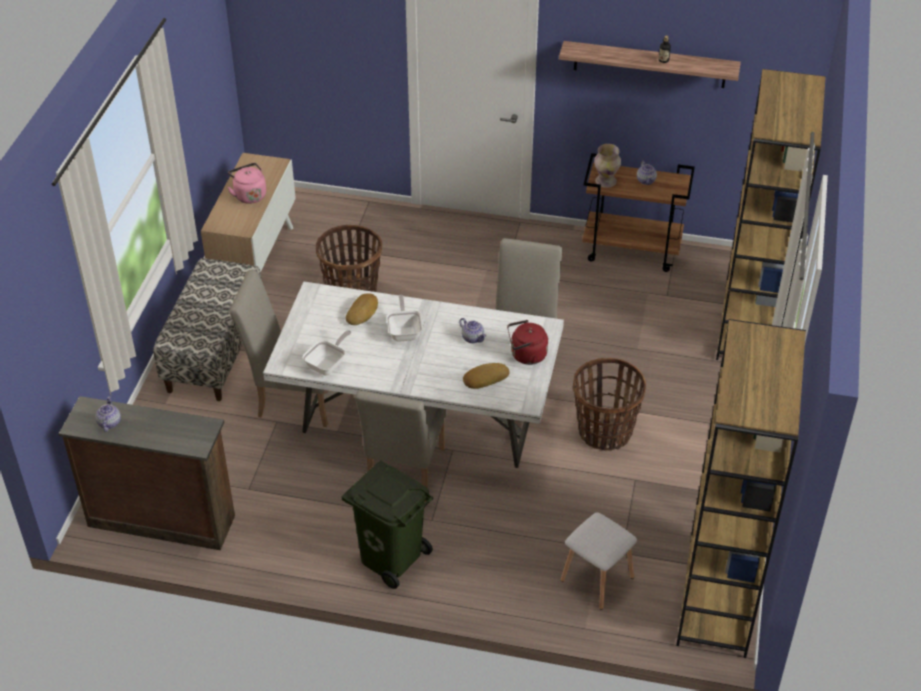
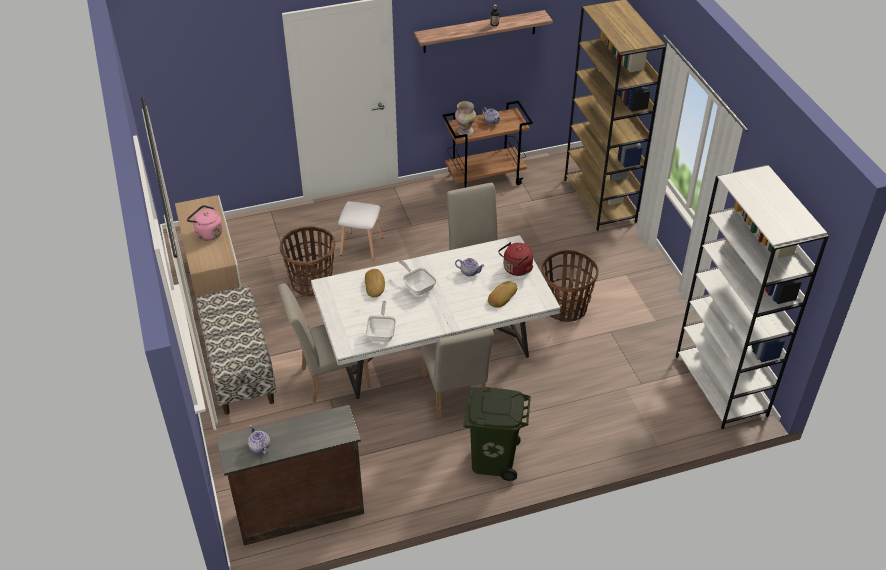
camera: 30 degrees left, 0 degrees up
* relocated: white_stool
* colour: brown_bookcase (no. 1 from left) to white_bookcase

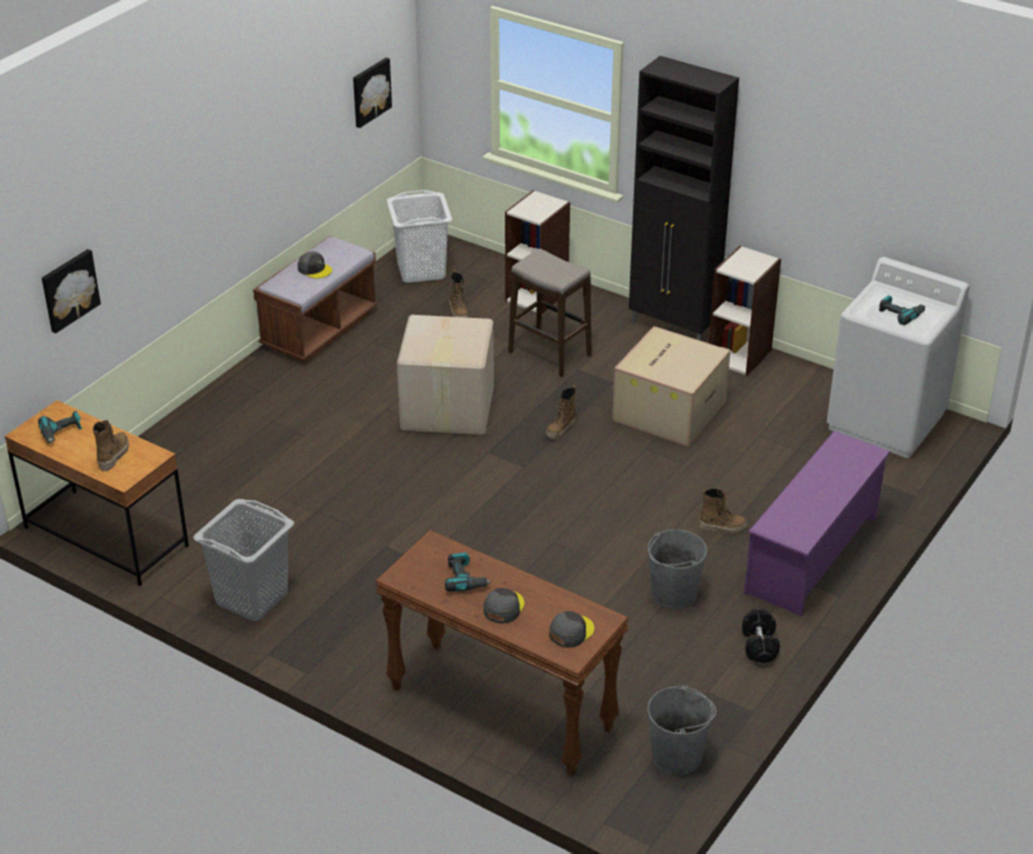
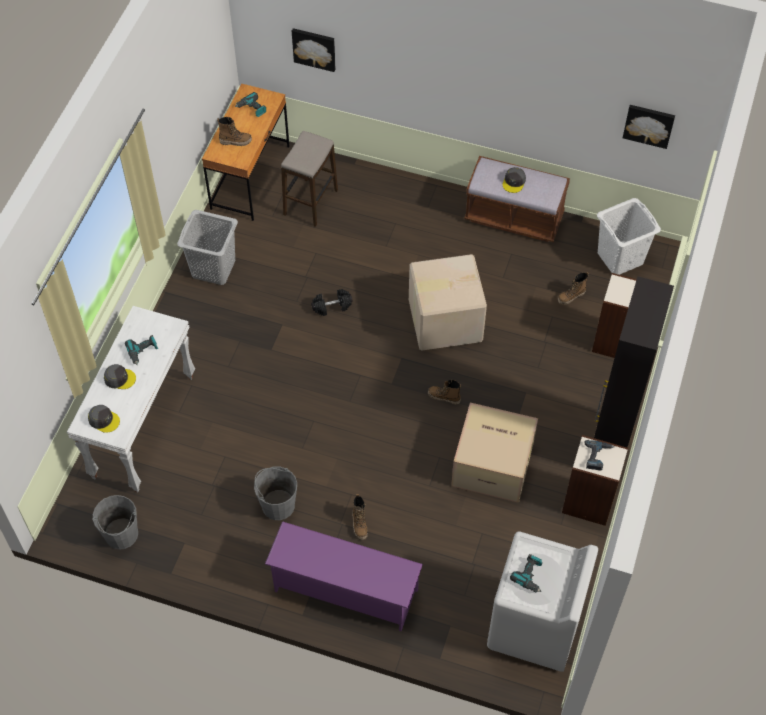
camera: 75 degrees right, 20 degrees up
* appeared: power_drill (no. 4 from left)
* relocated: stool
* relocated: black_dumbbell
* colour: brown_console_table to white_console_table

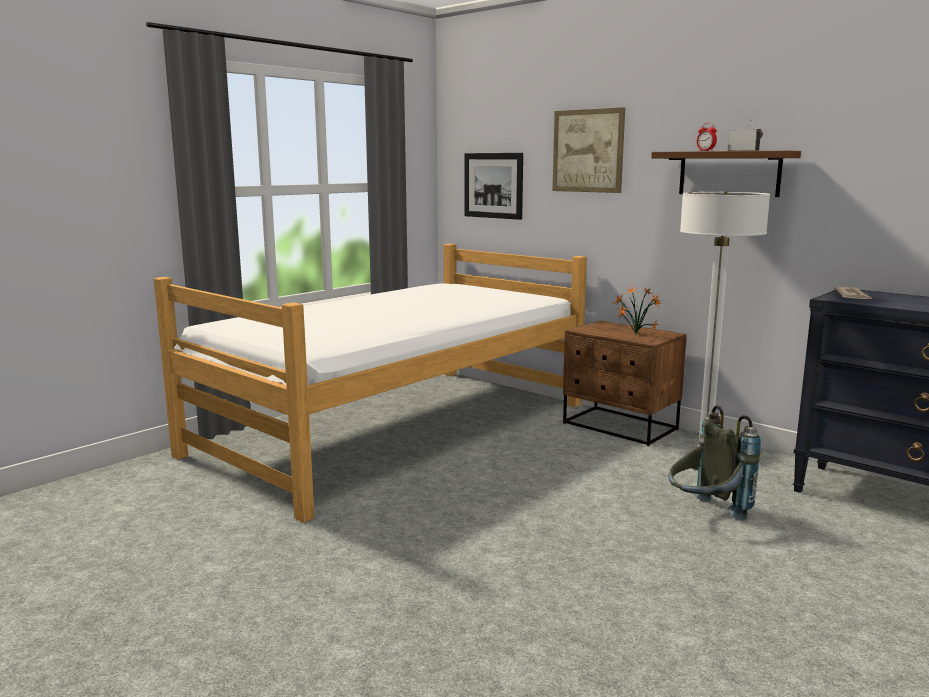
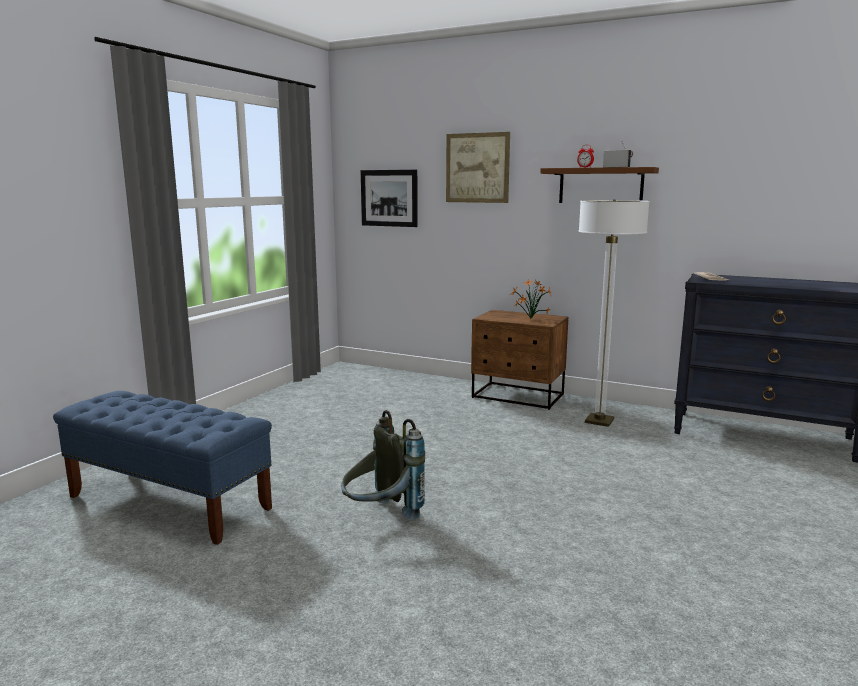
camera: 15 degrees left, 0 degrees up
* missing: bed
* appeared: blue_bench
* relocated: grey_backpack

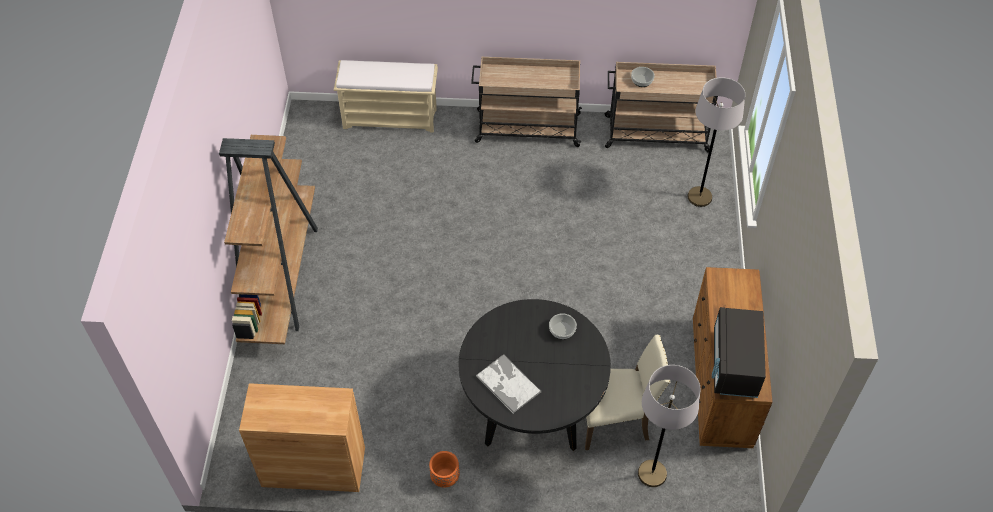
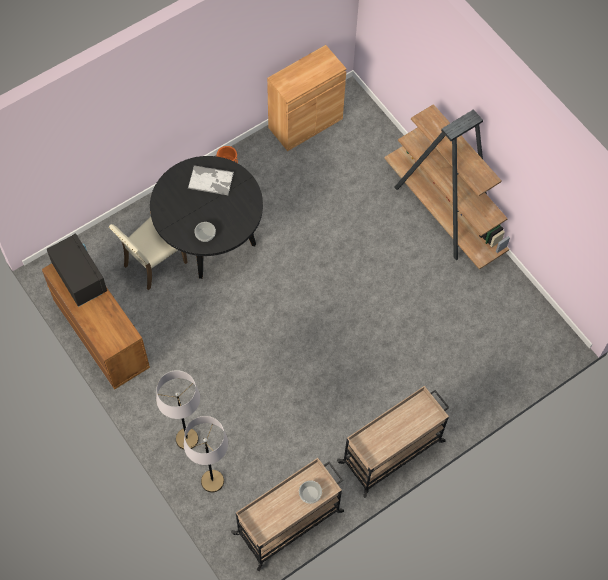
camera: 140 degrees right, 10 degrees up
* missing: beige_bench
* relocated: grey_floor_lamp (no. 1 from left)

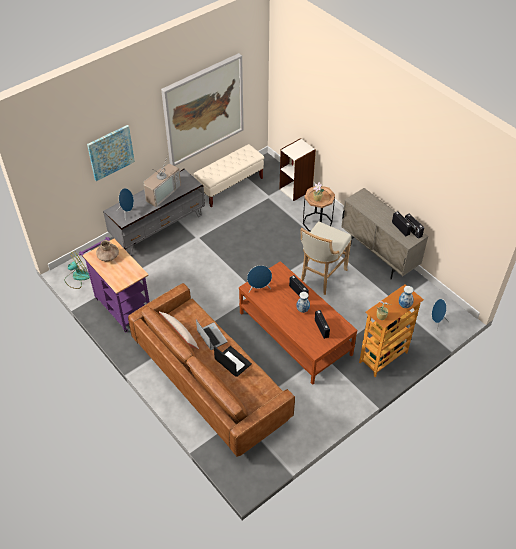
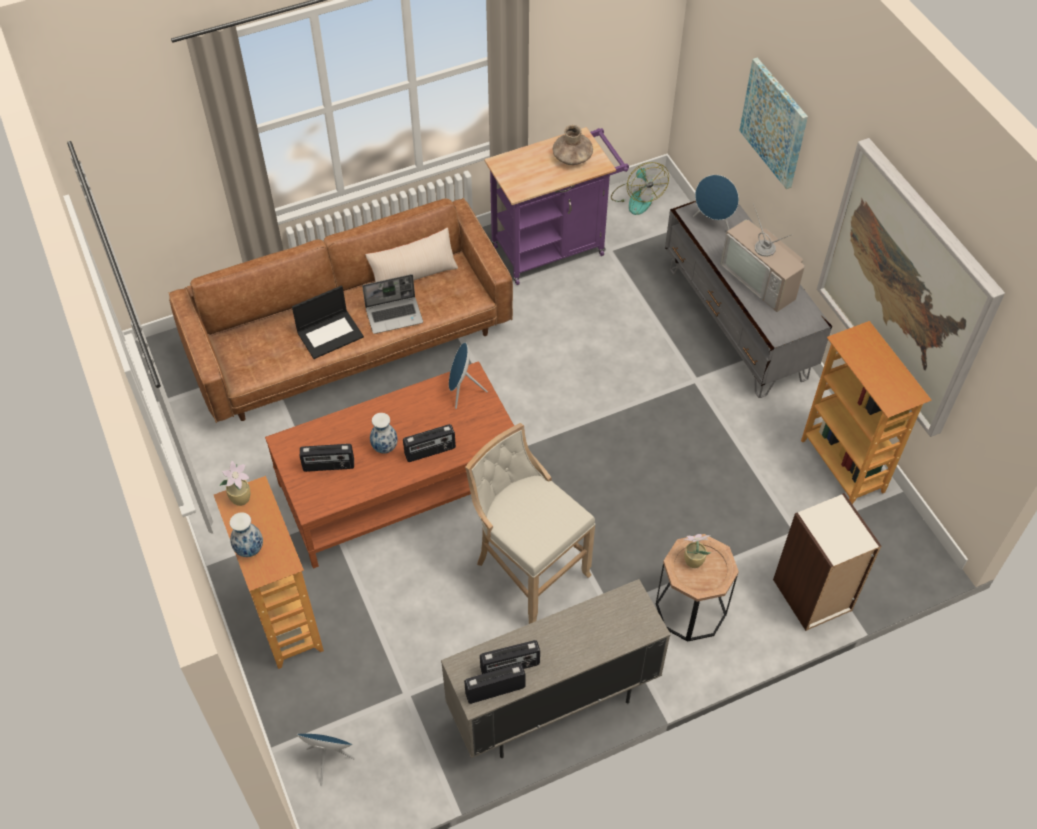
camera: 105 degrees right, 5 degrees up
* exchanged: beige_bench to bookcase (no. 3 from left)

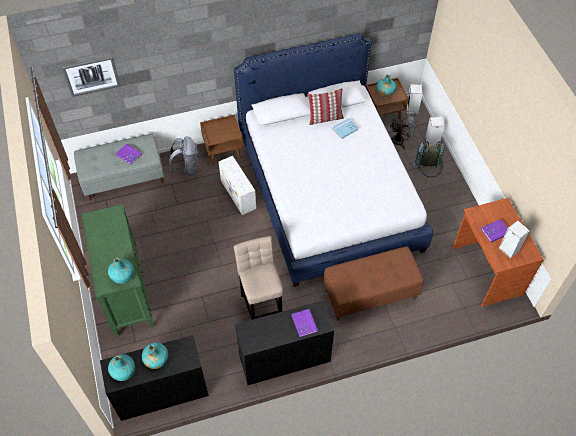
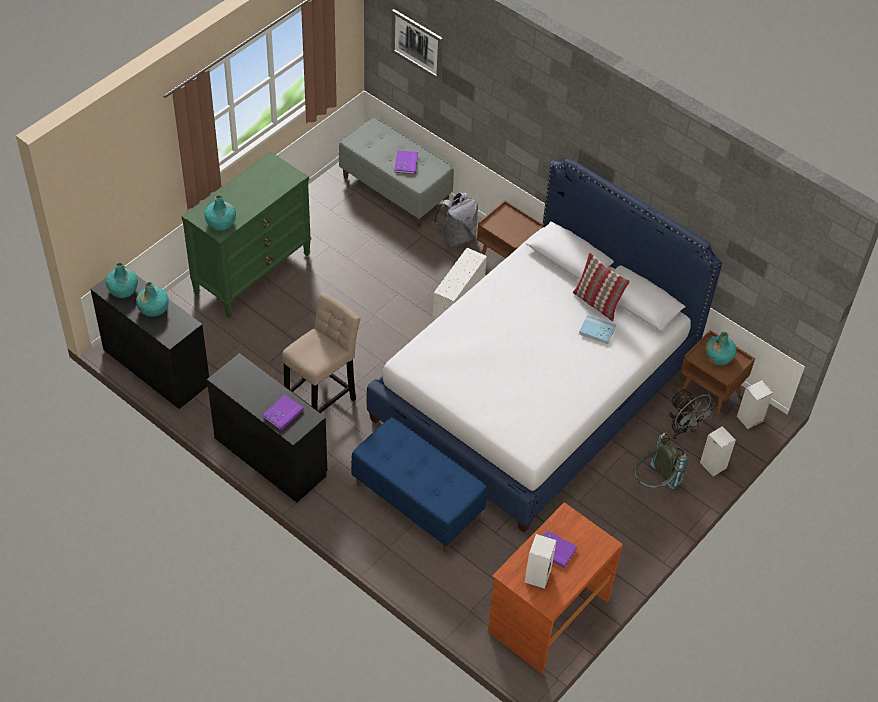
camera: 55 degrees right, 5 degrees down
* colour: brown_bench to blue_bench

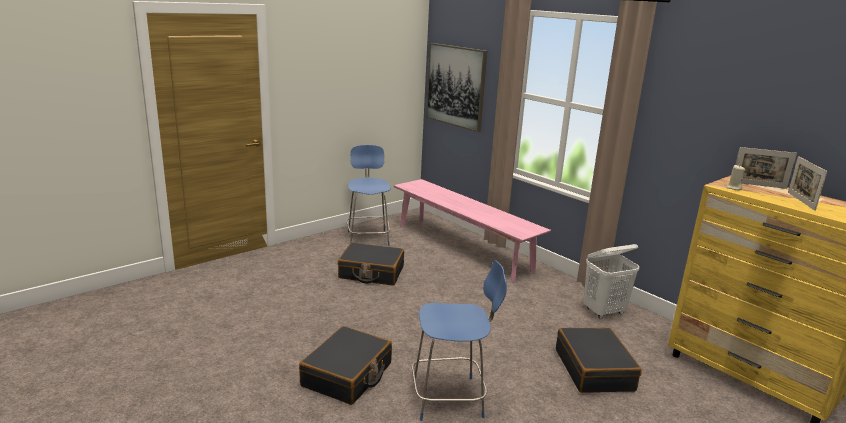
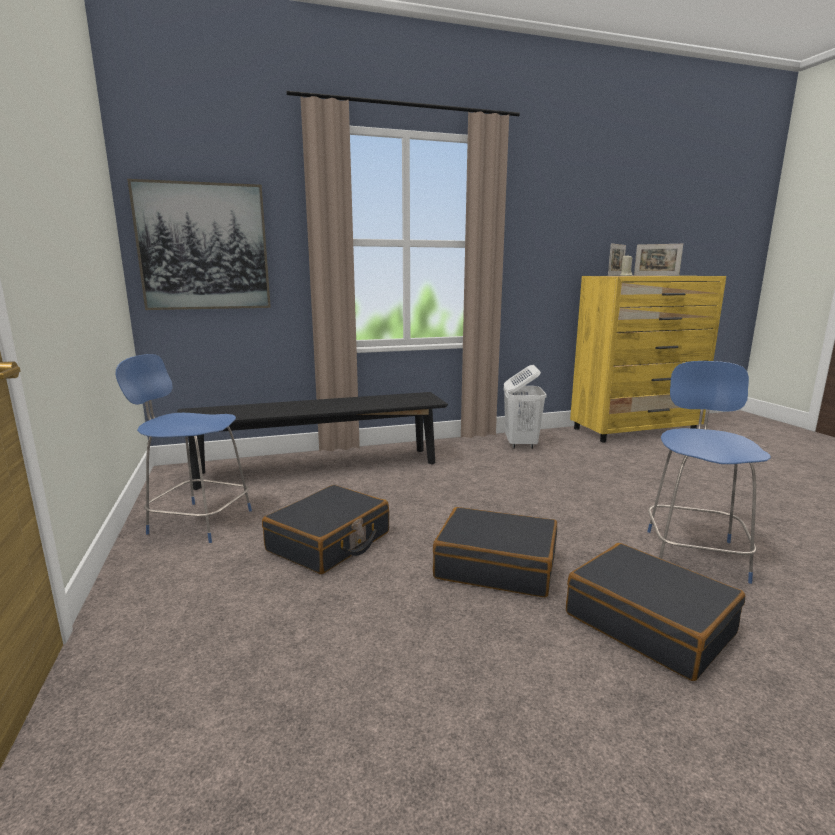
camera: 65 degrees left, 5 degrees down
* relocated: black_suitcase (no. 3 from left in the first image) to black_suitcase (no. 2 from left)
* colour: pink_bench to black_bench

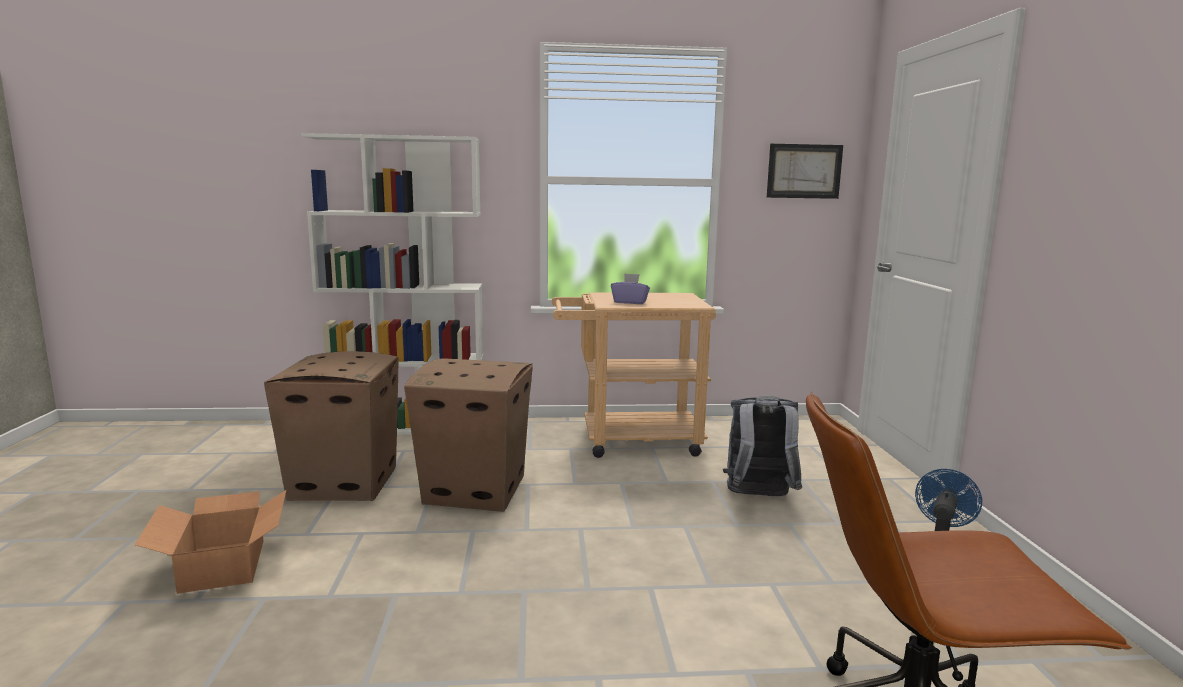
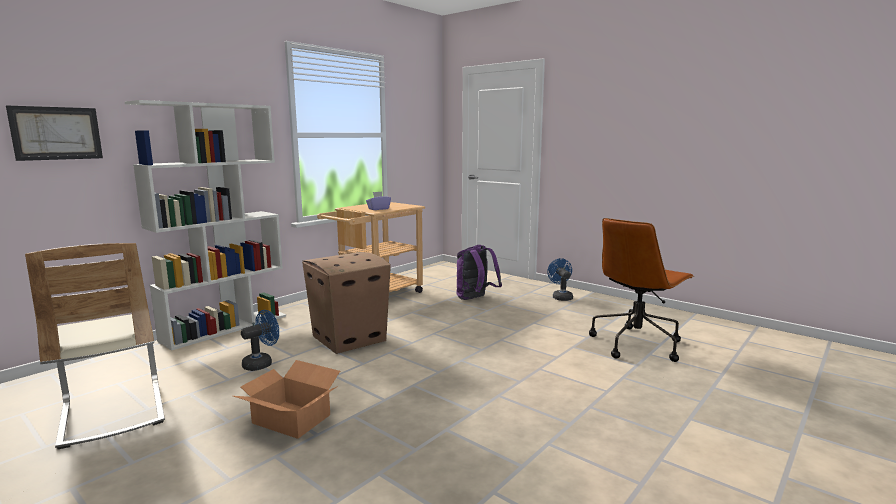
camera: 45 degrees left, 0 degrees up
* appeared: beige_chair
* relocated: picture
* exchanged: cardboard_box (no. 2 from left) to blue_fan (no. 1 from left)
* colour: grey_backpack to purple_backpack

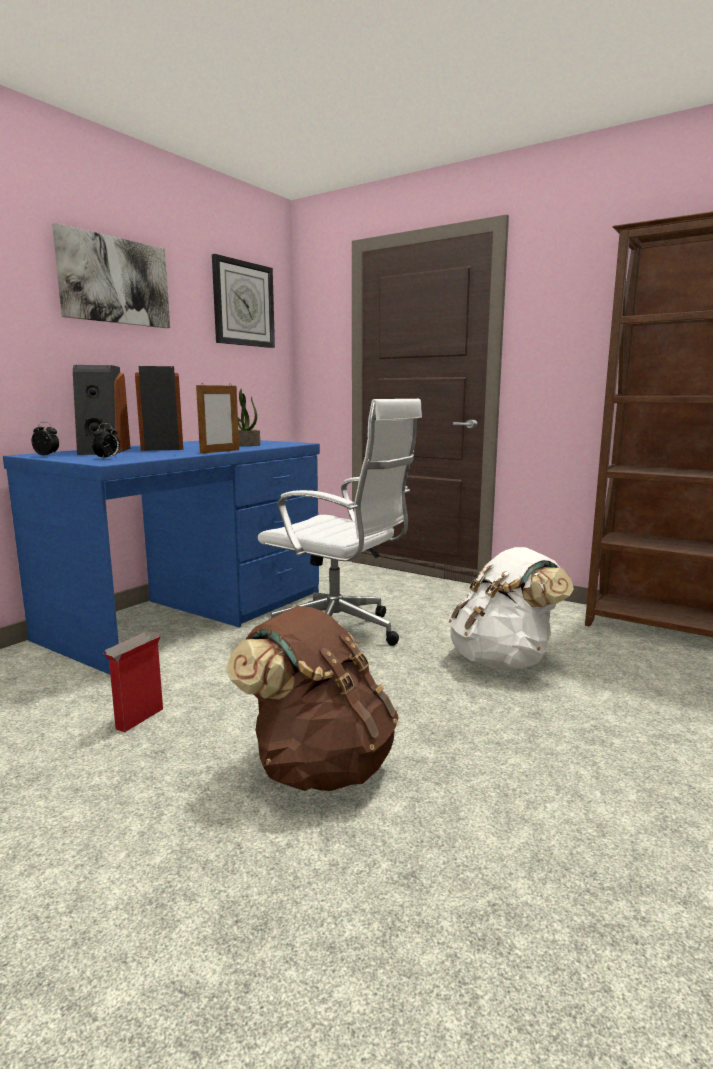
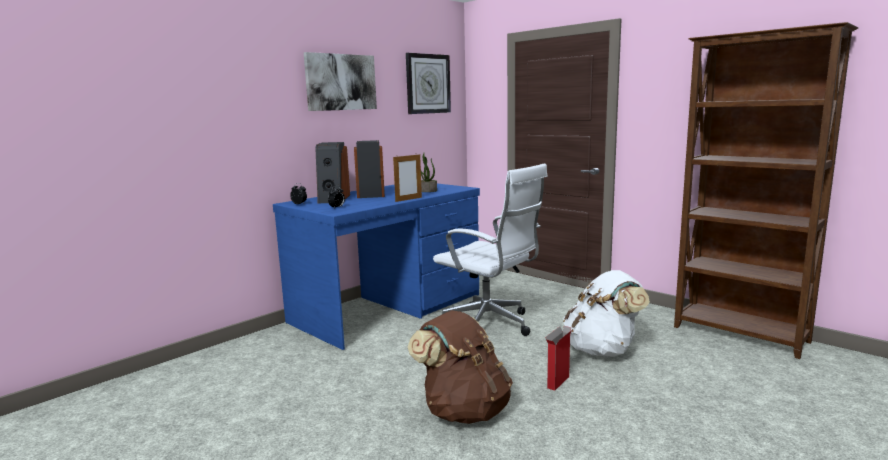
camera: 10 degrees right, 0 degrees up
* relocated: cardboard_box

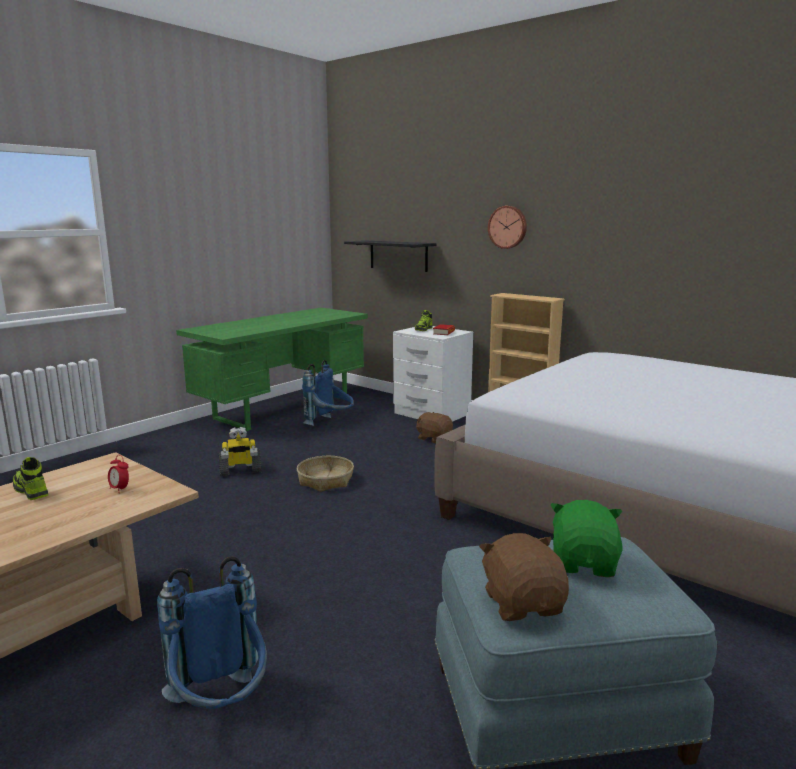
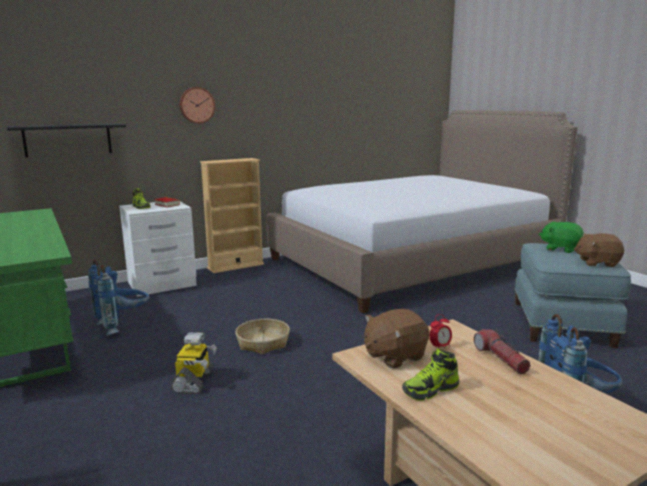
camera: 70 degrees left, 0 degrees up
* appeared: flashlight
* relocated: brown_plush_toy (no. 1 from left)

